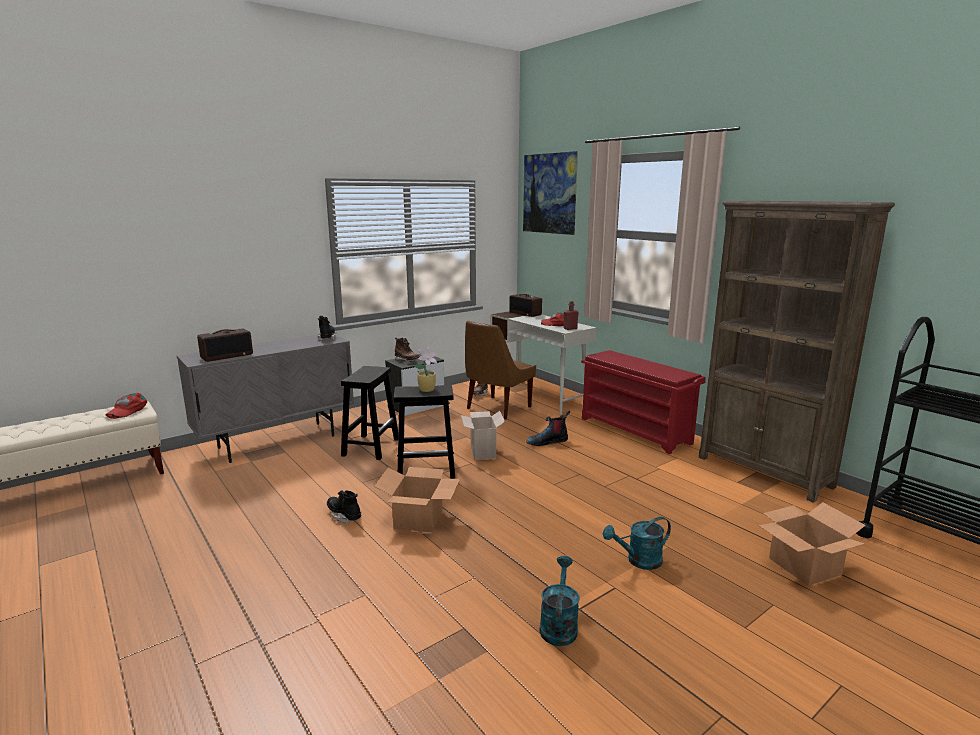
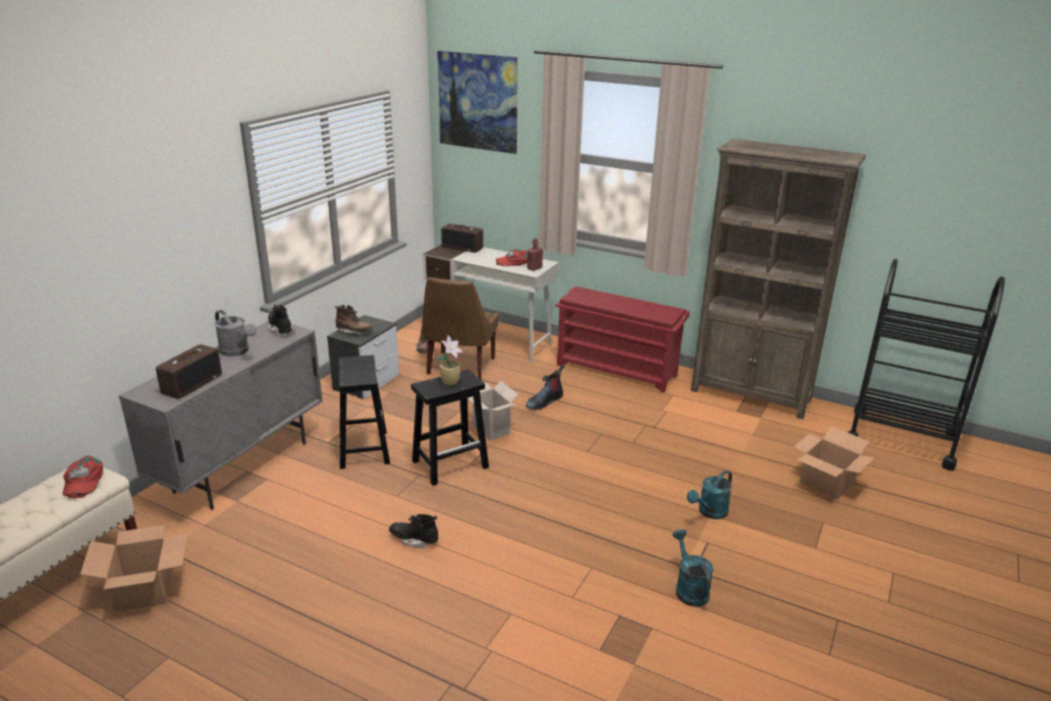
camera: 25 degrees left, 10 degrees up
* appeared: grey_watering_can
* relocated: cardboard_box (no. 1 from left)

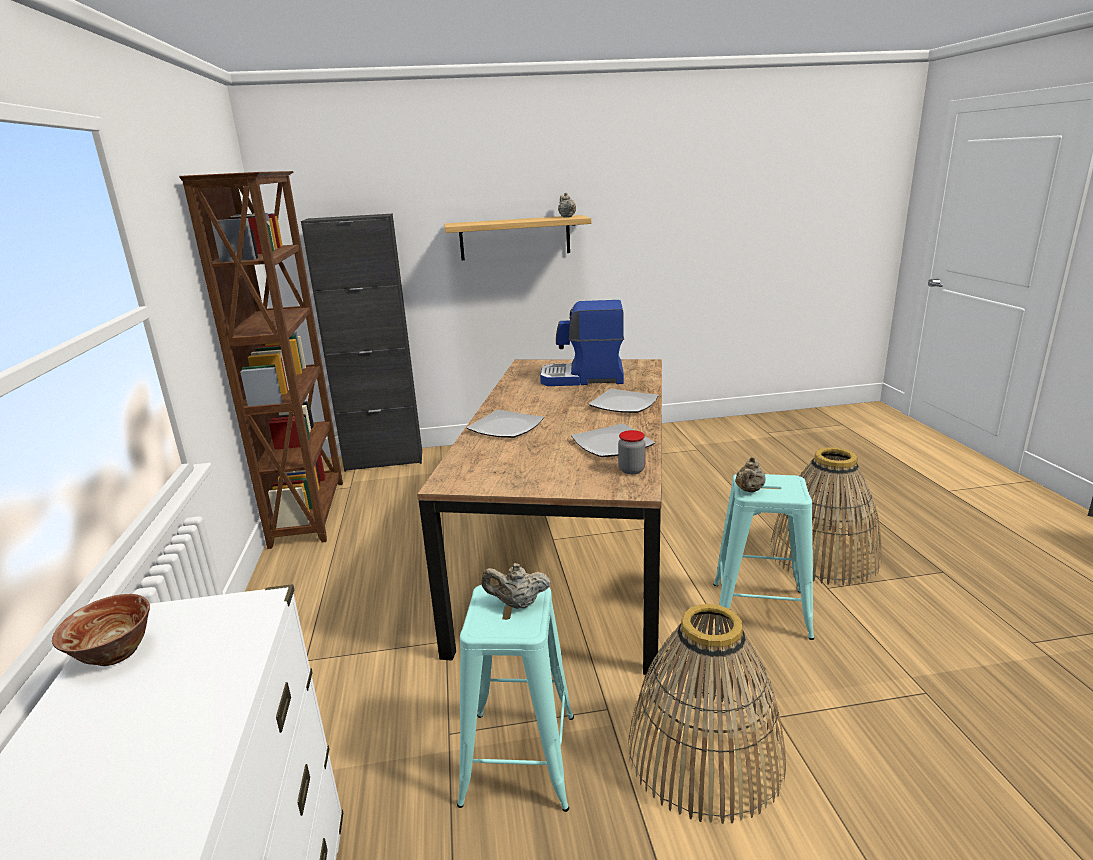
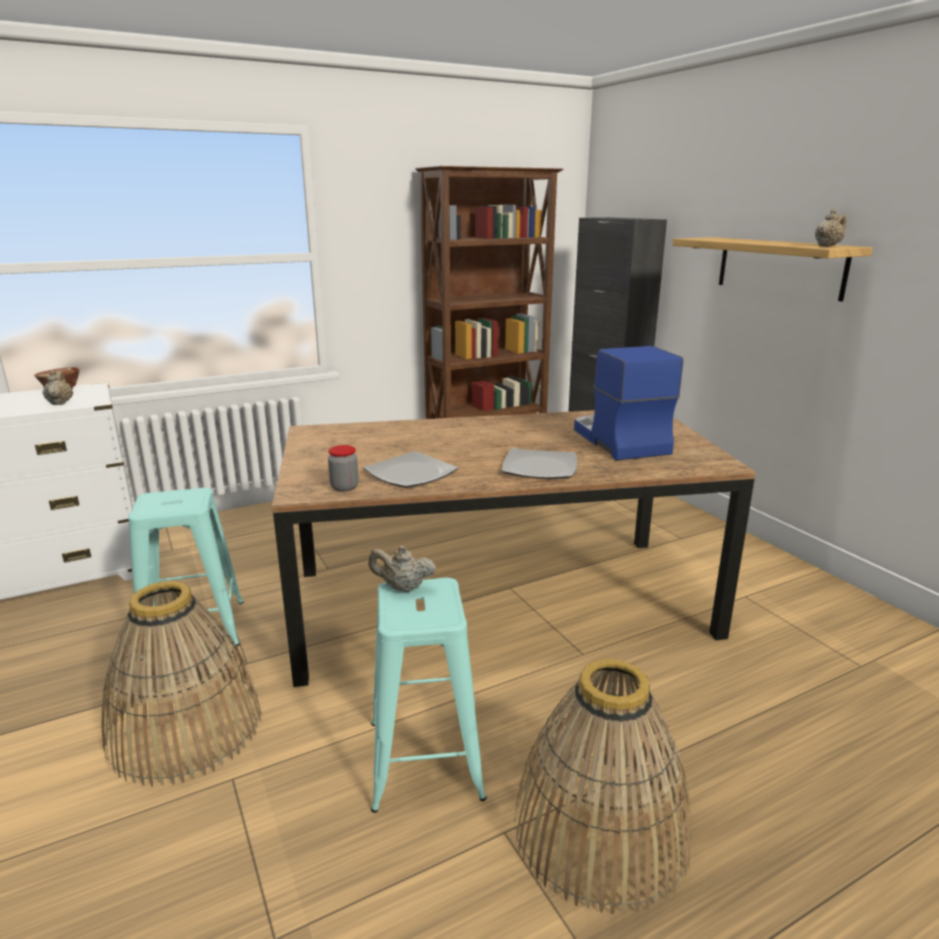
camera: 70 degrees right, 0 degrees up
* missing: plate (no. 1 from left)
* relocated: beige_teapot (no. 1 from left)

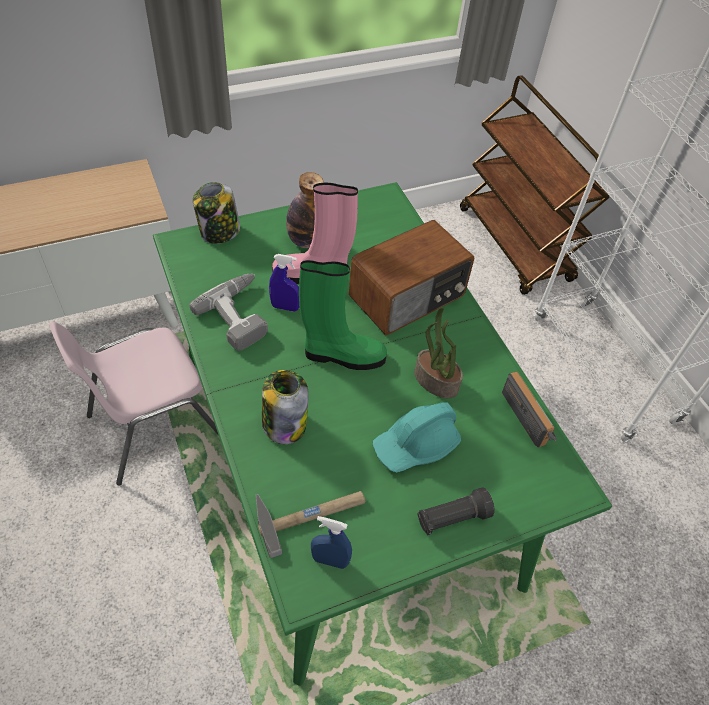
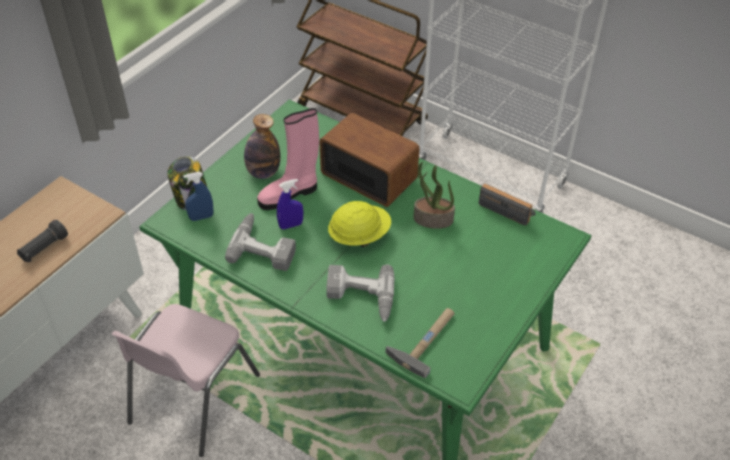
camera: 30 degrees left, 5 degrees down
* missing: turquoise_hard_hat
* relocated: blue_spray_bottle (no. 2 from left in the first image) to blue_spray_bottle (no. 1 from left)
* relocated: black_flashlight
* exchanged: jar (no. 2 from left) to power_drill (no. 2 from left)
* exchanged: green_boot to yellow_hard_hat
* spun: radio (no. 1 from left) 75 degrees counterclockwise

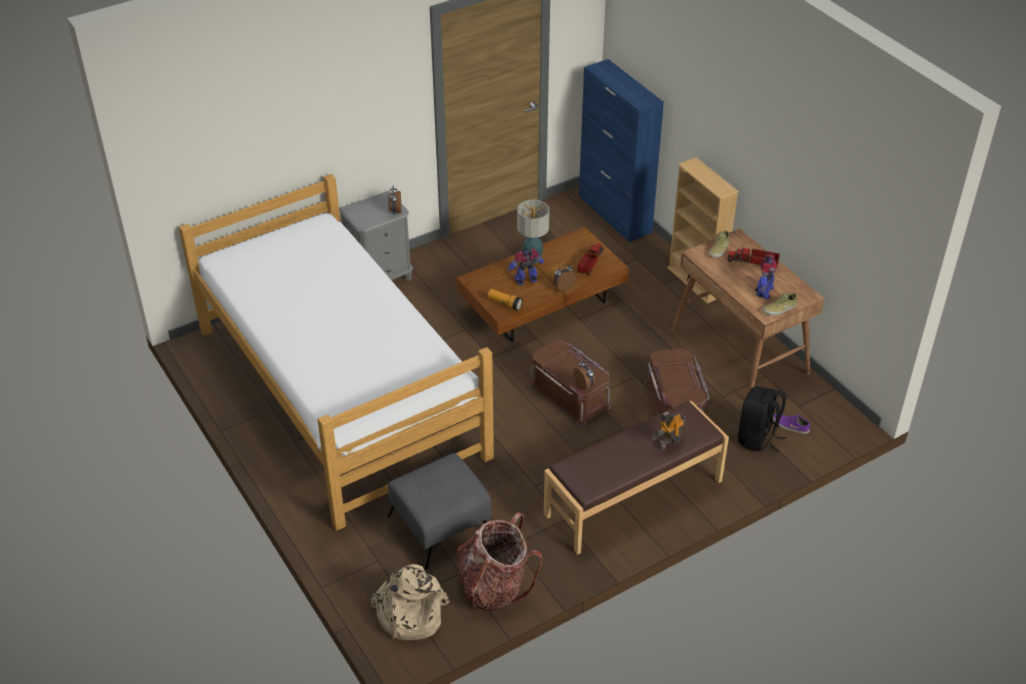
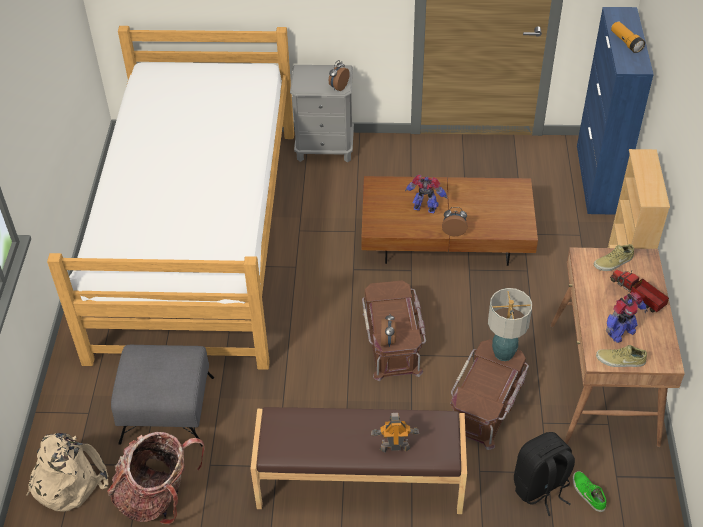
camera: 35 degrees right, 5 degrees up
* missing: toy_truck (no. 1 from left)
* relocated: flashlight
* relocated: table_lamp
* colour: purple_shoe to green_shoe

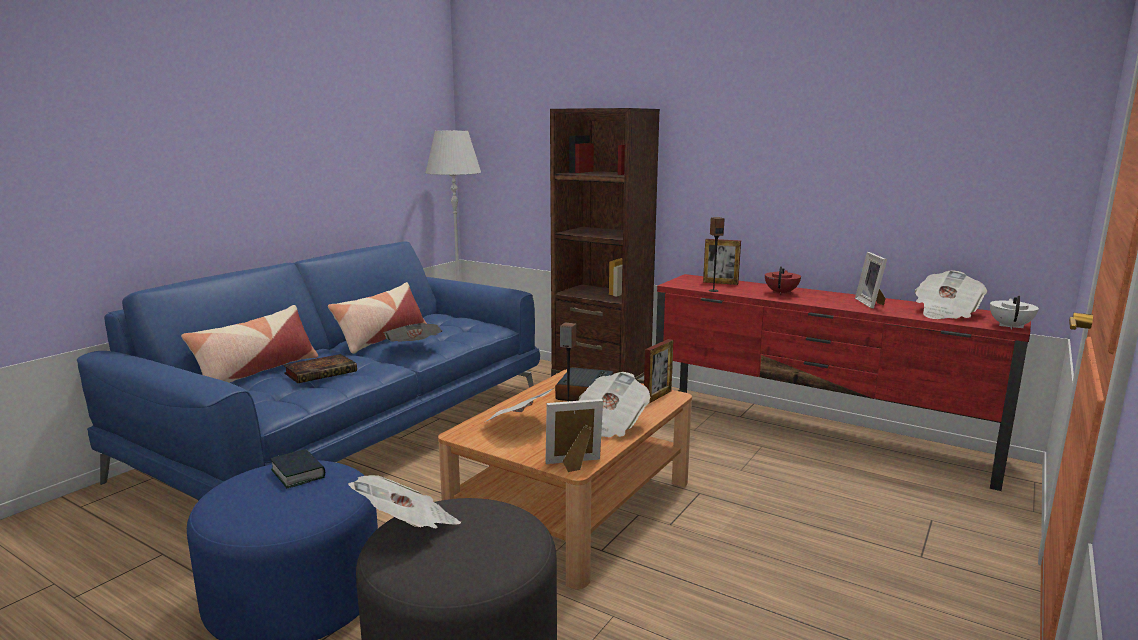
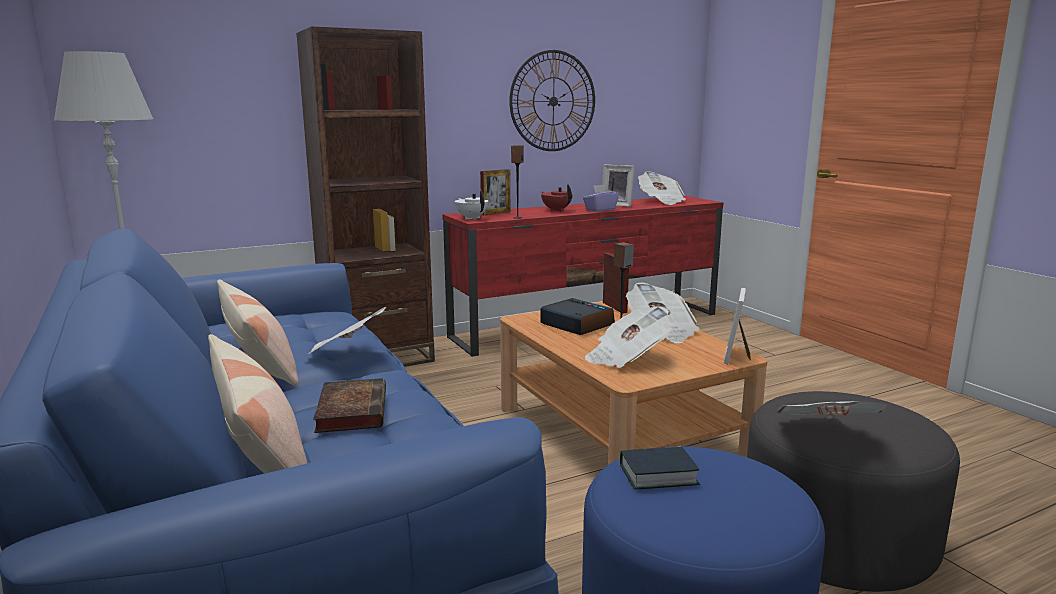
camera: 60 degrees left, 0 degrees up
* appeared: wall_clock
* appeared: purple_tissue_box
* relocated: white_teapot

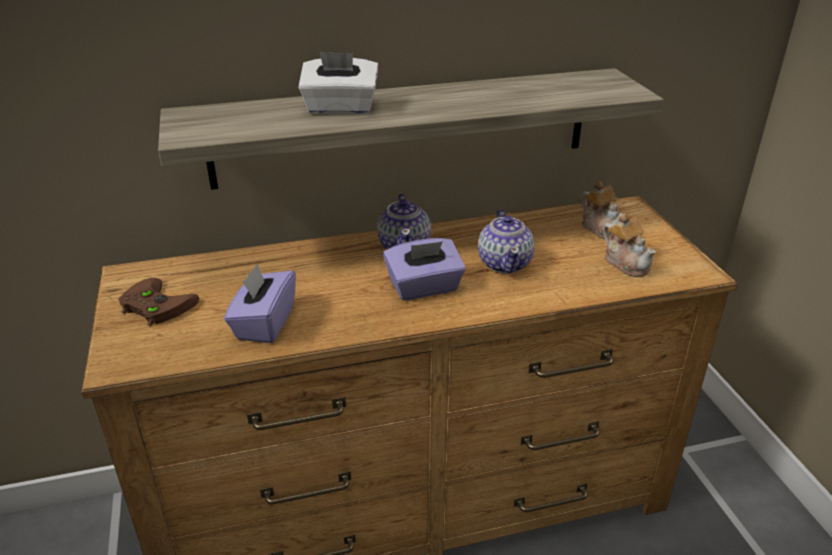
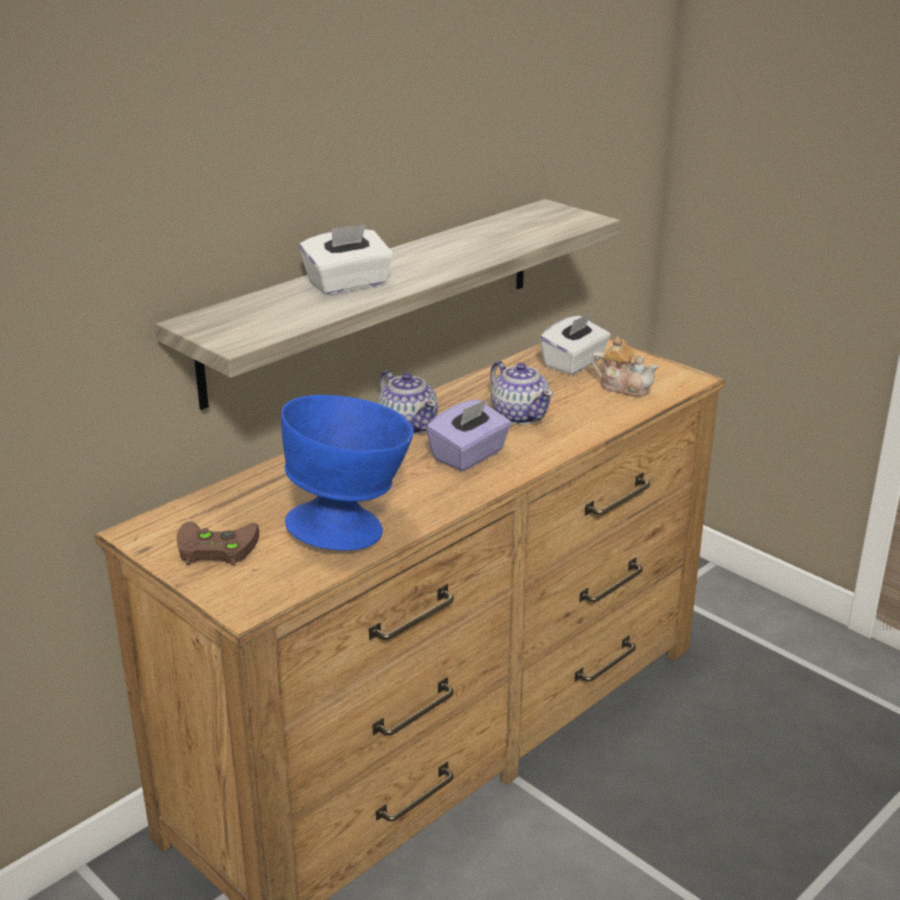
camera: 30 degrees left, 5 degrees down
* exchanged: purple_tissue_box (no. 1 from left) to blue_bowl
* exchanged: teapot (no. 3 from left) to white_tissue_box (no. 2 from left)

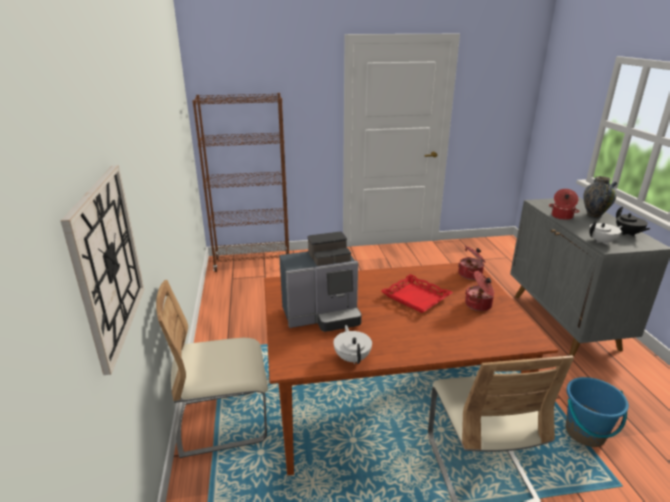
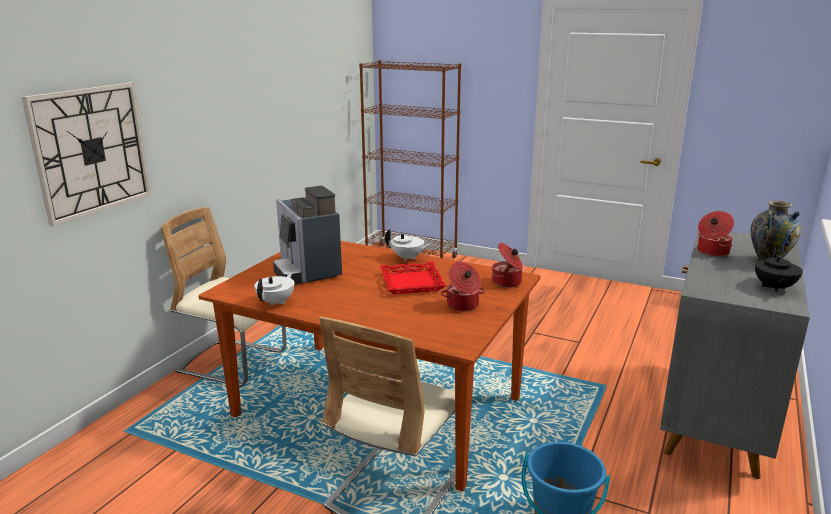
camera: 35 degrees right, 5 degrees down
* relocated: white_teapot (no. 2 from left)
* spun: coffee_machine 45 degrees clockwise

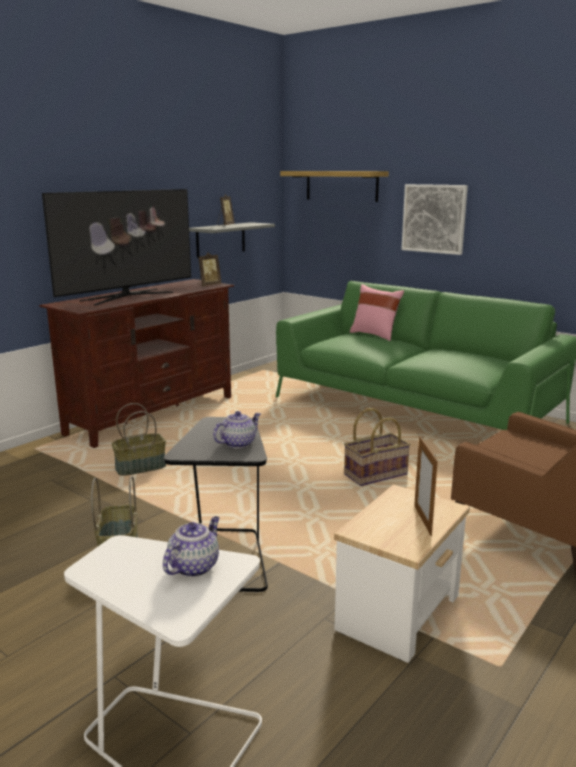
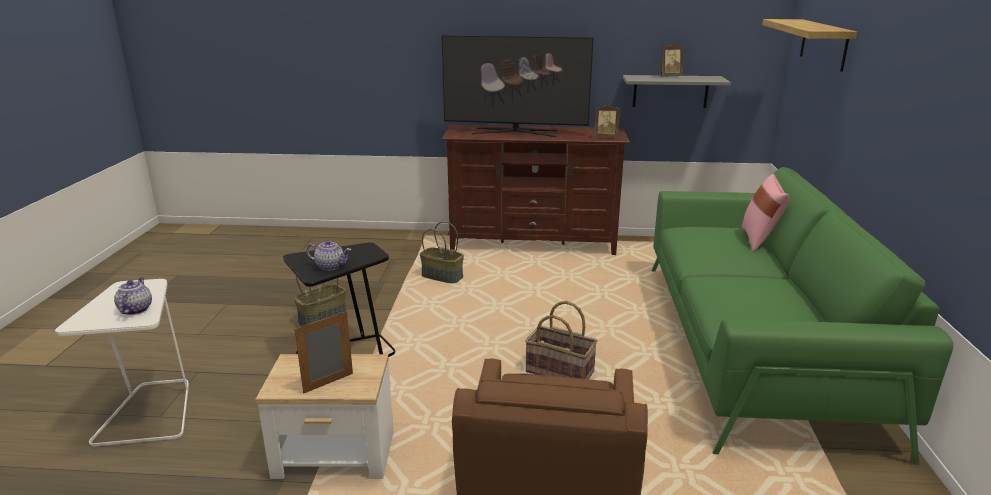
camera: 55 degrees right, 5 degrees up
* missing: picture
* spun: teapot (no. 1 from left) 90 degrees counterclockwise

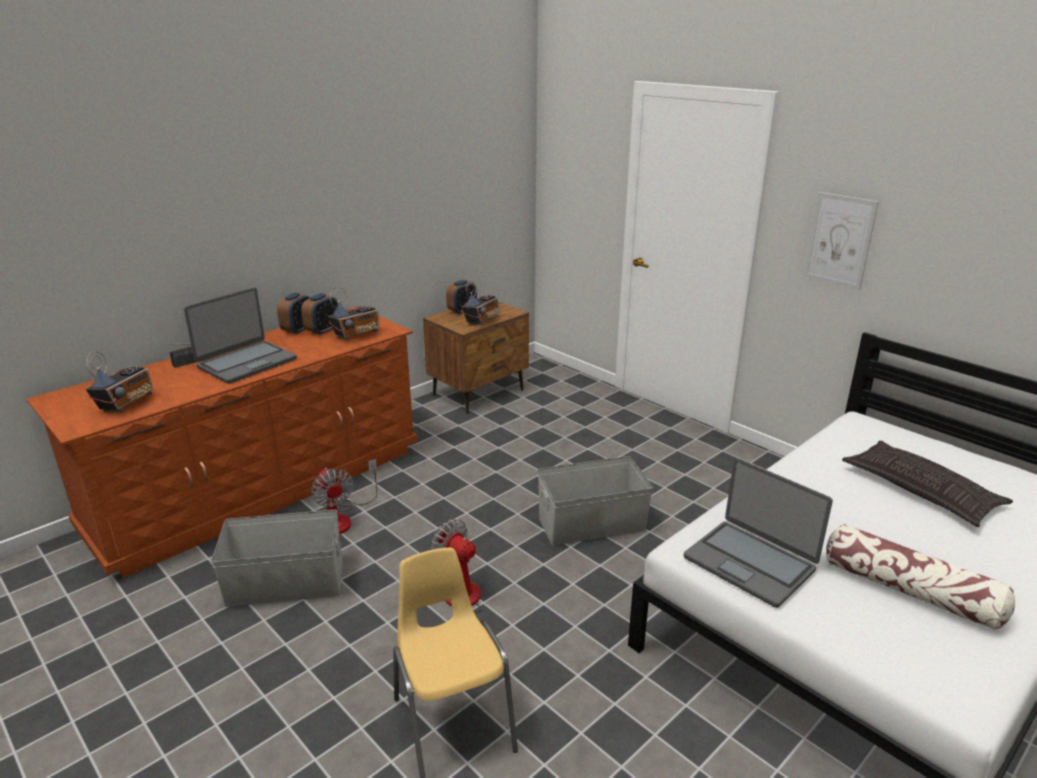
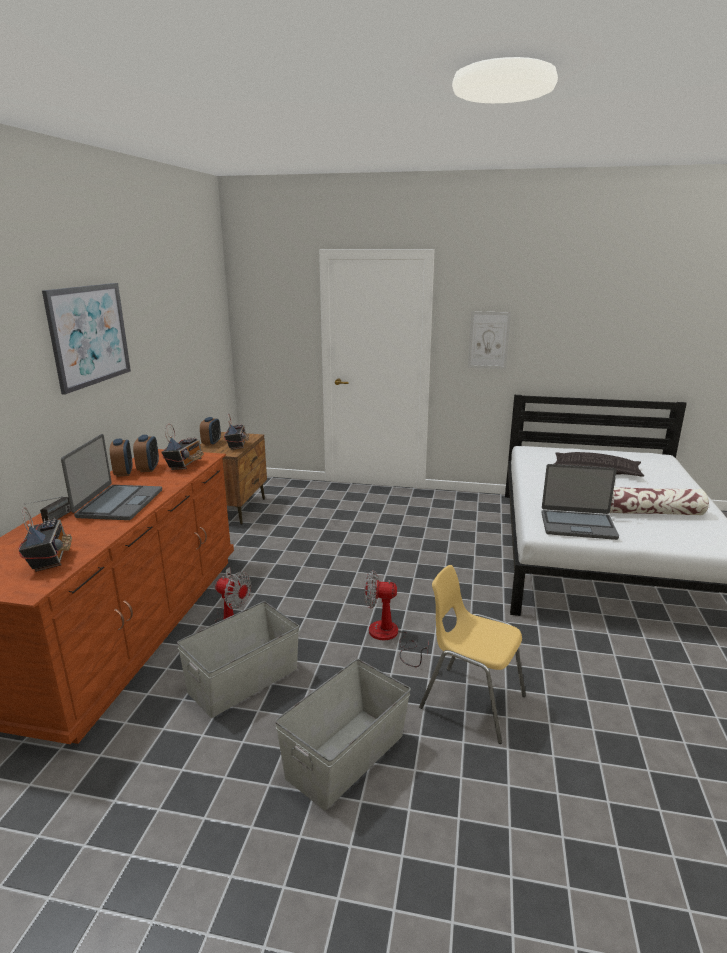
camera: 35 degrees left, 5 degrees down
* appeared: picture (no. 1 from left)
* relocated: grey_storage_box (no. 2 from left)

